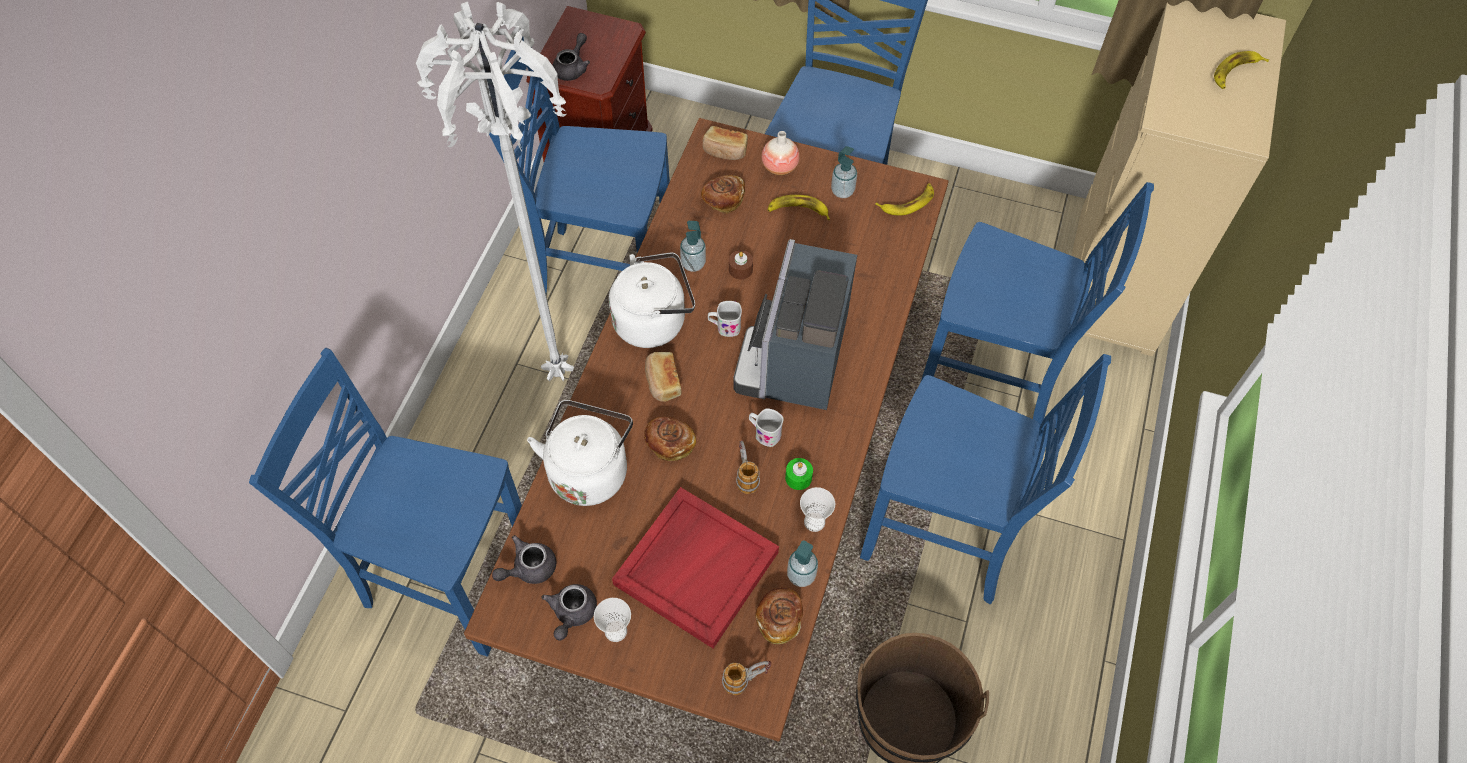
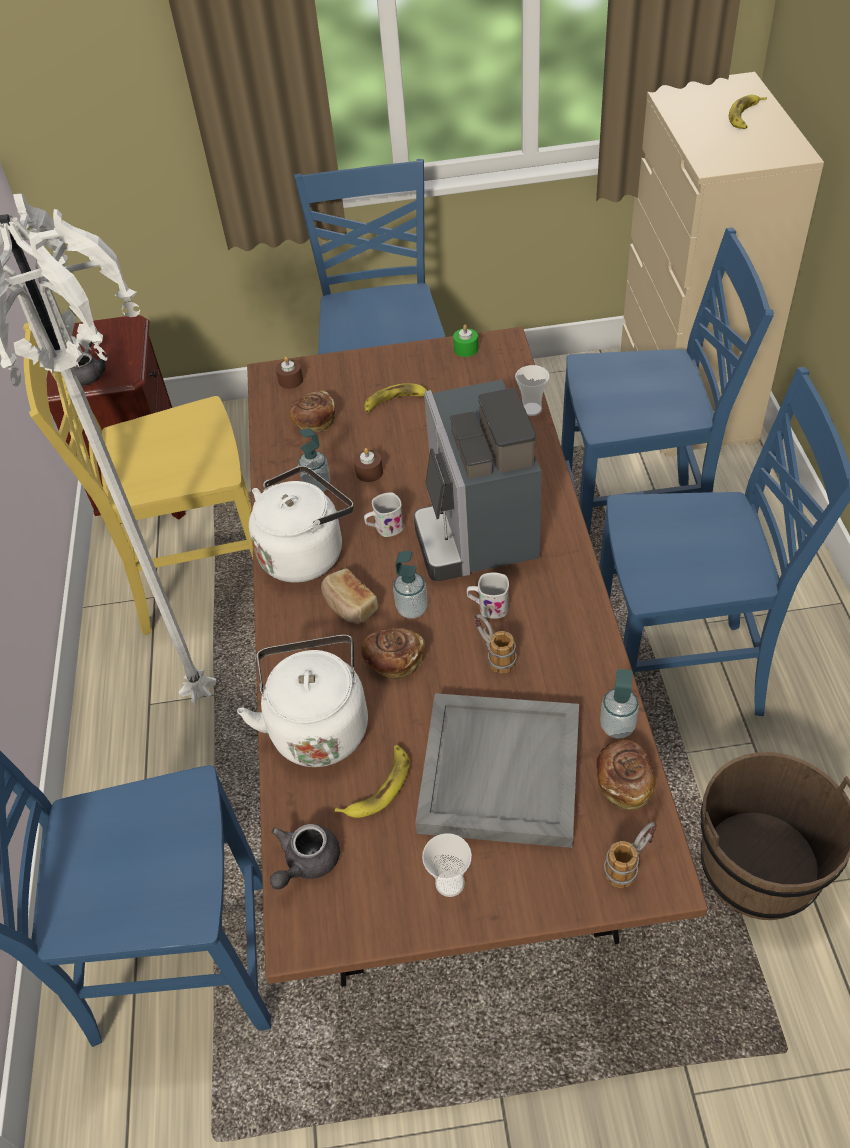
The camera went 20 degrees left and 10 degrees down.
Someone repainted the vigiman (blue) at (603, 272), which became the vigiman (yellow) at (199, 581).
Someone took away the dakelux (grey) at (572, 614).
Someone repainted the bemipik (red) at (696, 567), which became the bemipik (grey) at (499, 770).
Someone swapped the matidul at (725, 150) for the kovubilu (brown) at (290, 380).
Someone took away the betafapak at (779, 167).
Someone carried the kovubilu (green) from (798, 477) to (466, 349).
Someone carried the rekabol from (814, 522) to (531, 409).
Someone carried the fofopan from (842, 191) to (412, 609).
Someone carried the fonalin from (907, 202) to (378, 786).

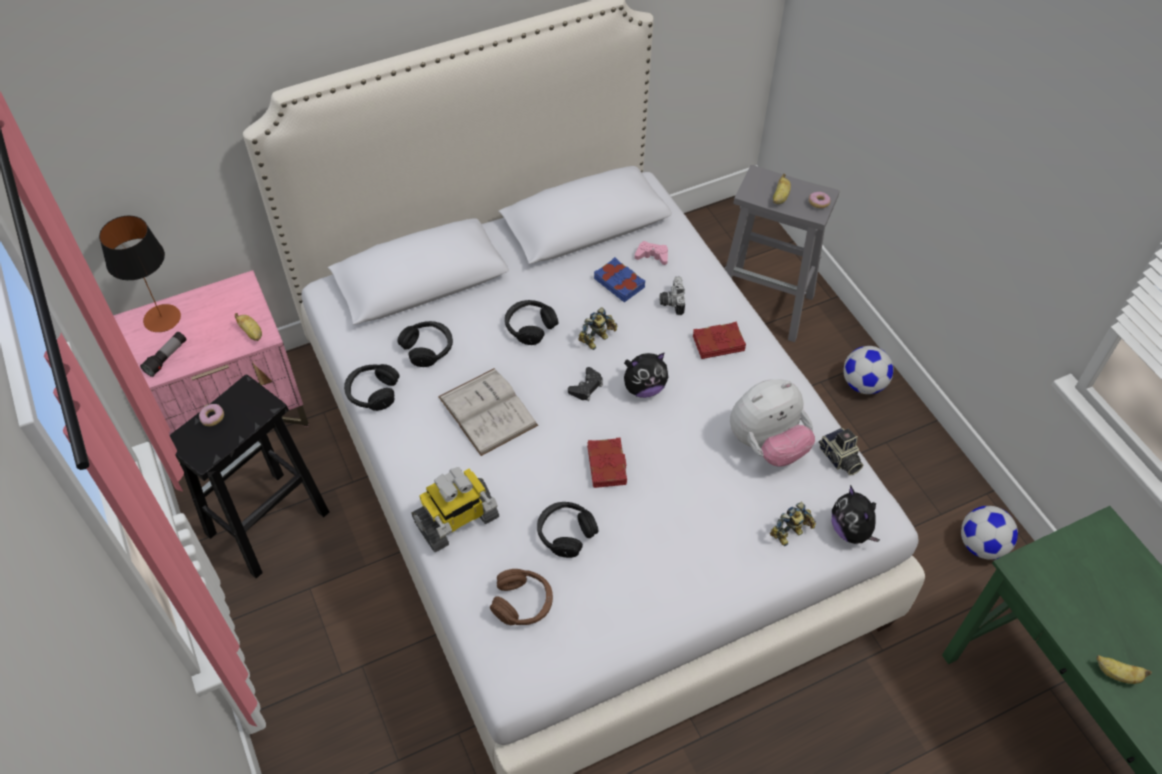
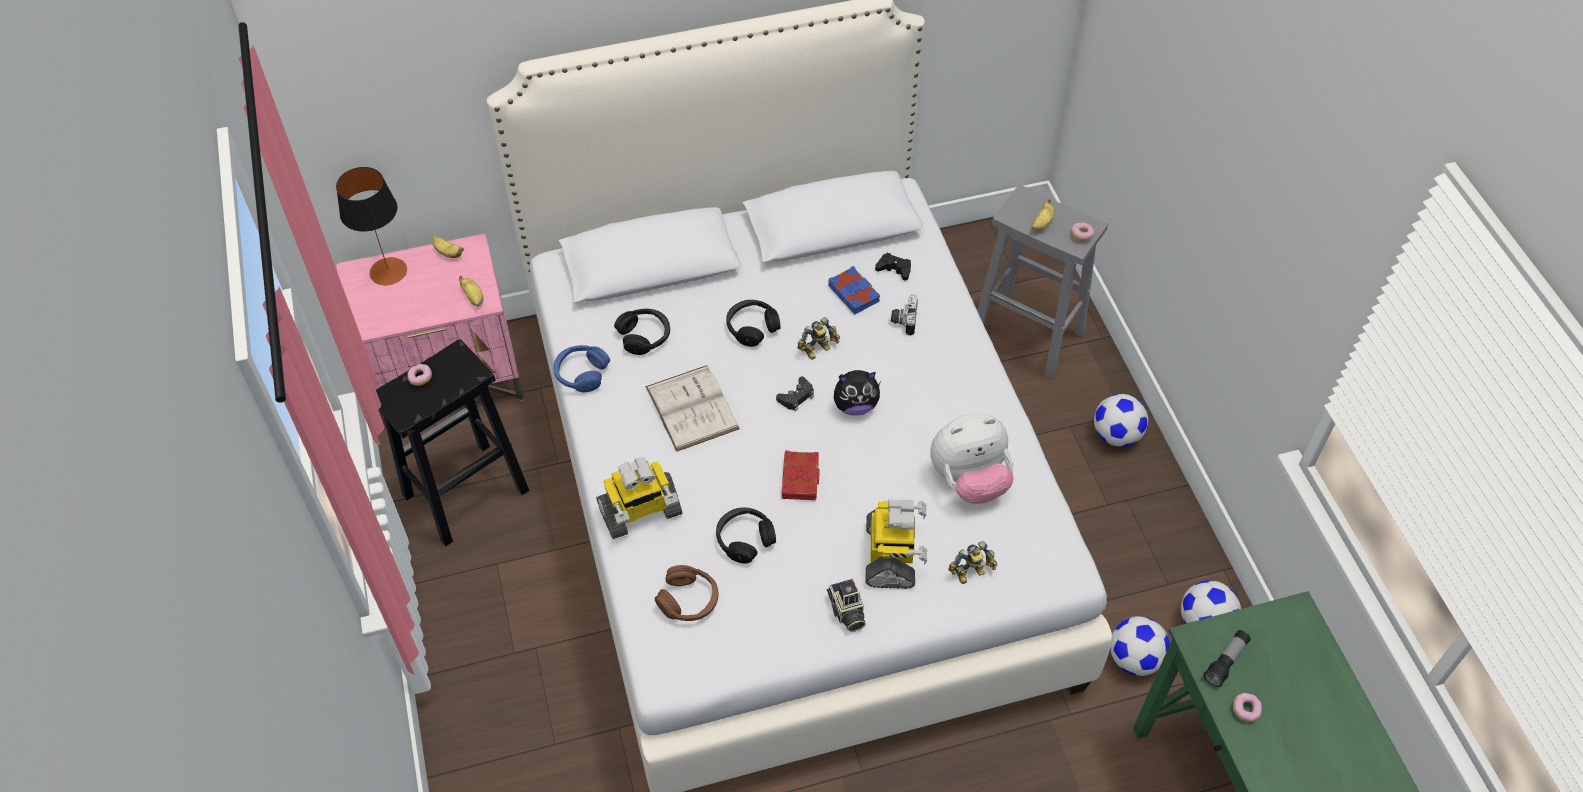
The camera went 10 degrees right and 0 degrees up.
Someone carried the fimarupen from (166, 358) to (1225, 662).
Someone repainted the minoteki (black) at (372, 392), which became the minoteki (blue) at (581, 373).
Someone repainted the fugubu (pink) at (652, 256), which became the fugubu (black) at (894, 269).
Someone took away the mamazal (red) at (718, 343).
Someone carried the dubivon from (839, 459) to (846, 612).
Someone took away the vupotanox at (851, 530).
Someone carried the fonalin from (1116, 674) to (448, 253).
Someone put down the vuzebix at (891, 556).
Someone put down the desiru at (1134, 659).
Someone put down the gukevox at (1245, 710).

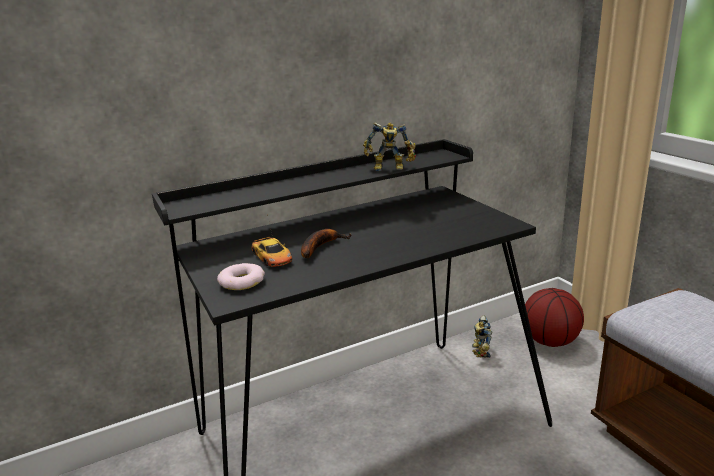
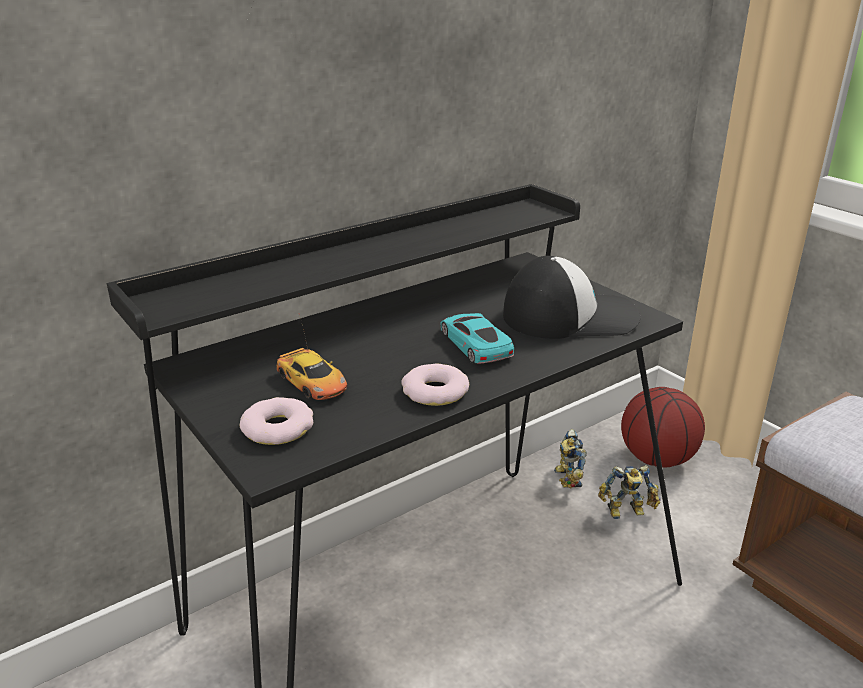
The camera went 10 degrees left and 5 degrees up.
Someone took away the fonalin at (320, 247).
Someone carried the vuzebix from (390, 168) to (627, 512).
Someone put down the gukevox at (435, 392).
Someone put down the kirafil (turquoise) at (475, 343).
Someone put down the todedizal at (570, 316).

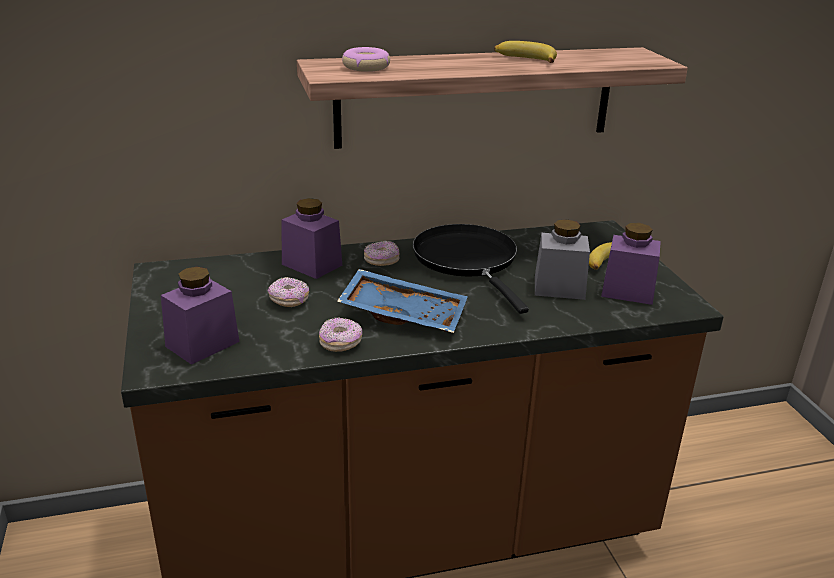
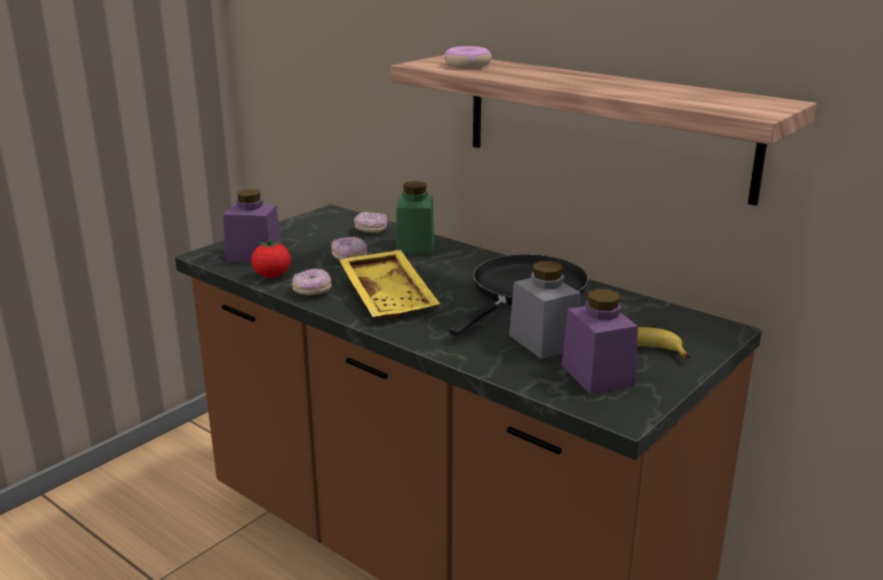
The camera went 55 degrees right and 5 degrees down.
Someone repainted the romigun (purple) at (312, 265), which became the romigun (green) at (415, 246).
Someone repainted the bemipik (blue) at (404, 313), which became the bemipik (yellow) at (390, 297).
Someone carried the gukevox from (382, 261) to (371, 230).
Someone took away the fonalin at (525, 59).
Someone put down the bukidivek at (272, 276).

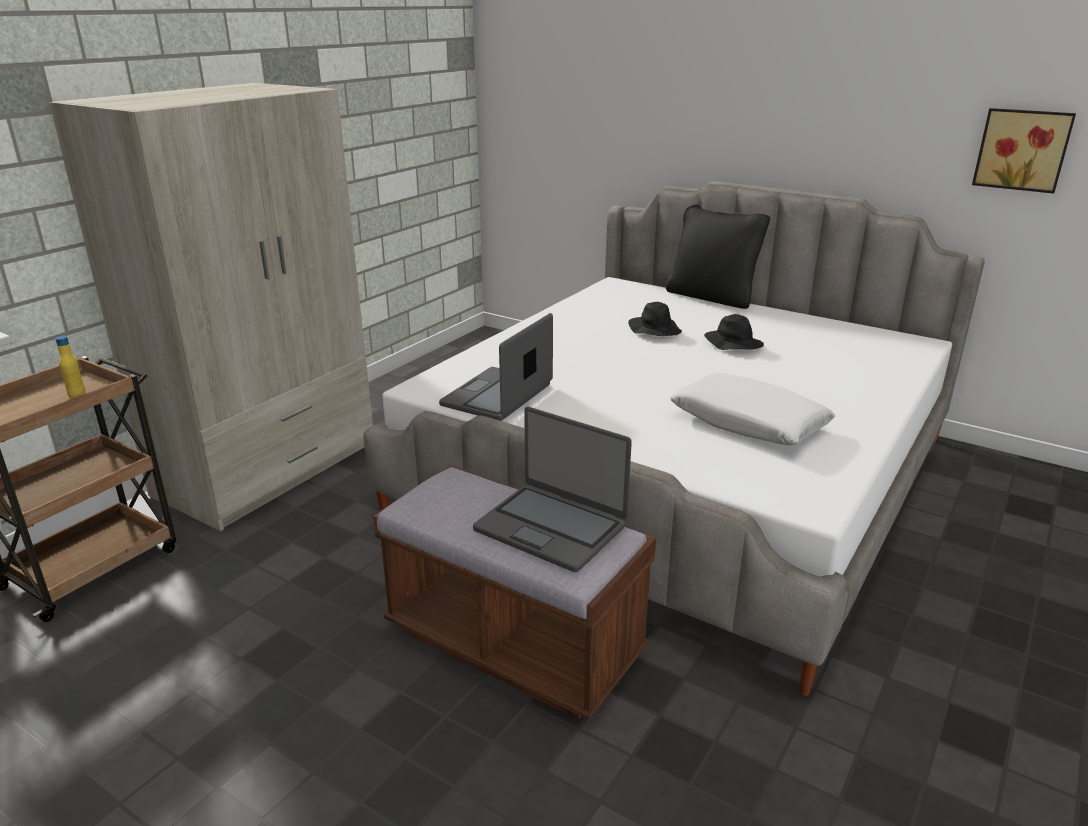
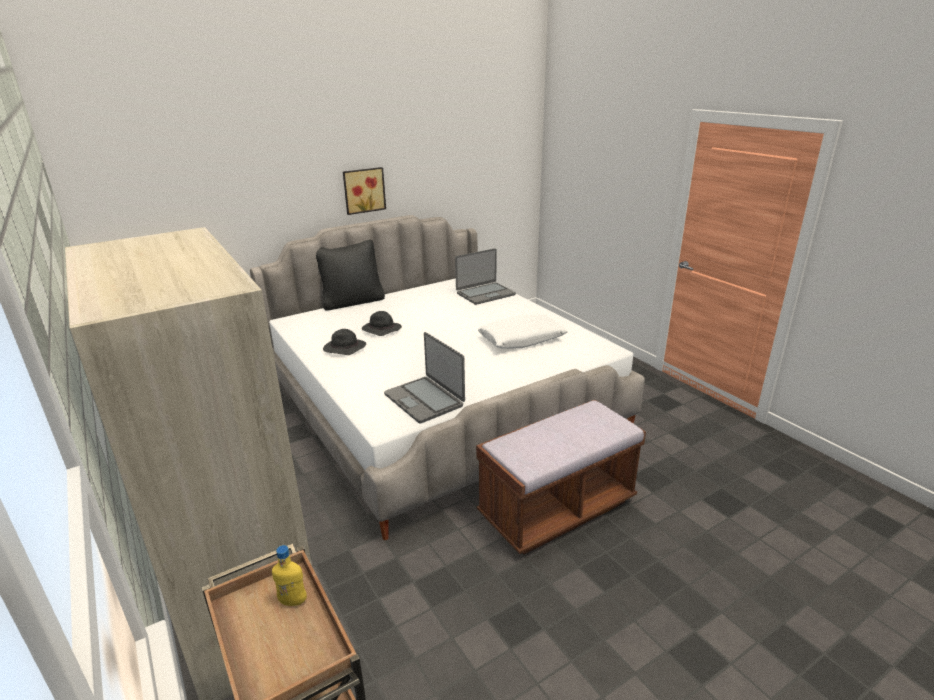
The camera went 65 degrees left and 0 degrees up.
Someone carried the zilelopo from (551, 527) to (485, 294).
Someone carried the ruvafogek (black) from (732, 344) to (344, 349).
Someone carried the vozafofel from (1022, 149) to (363, 190).

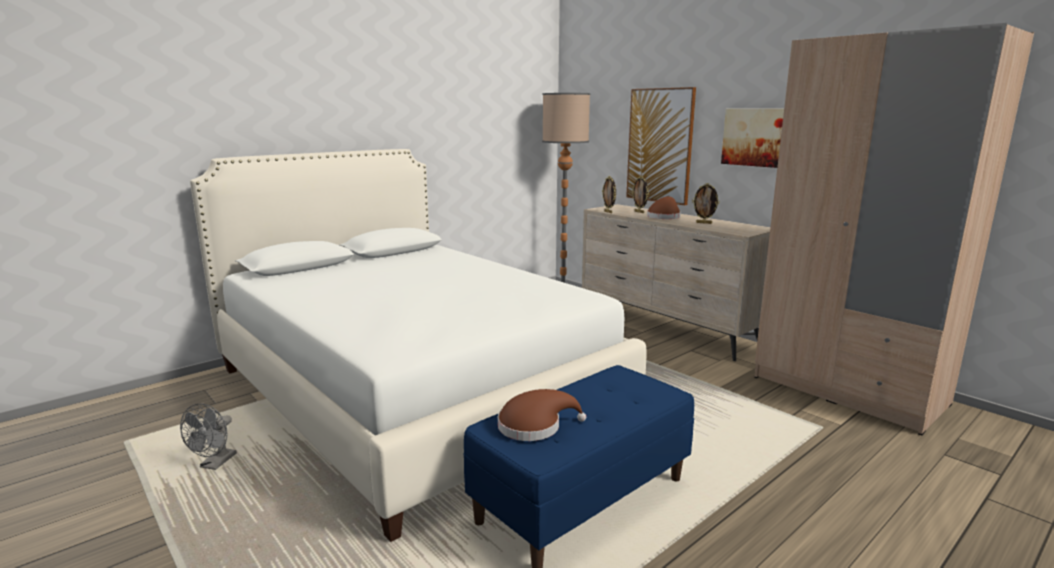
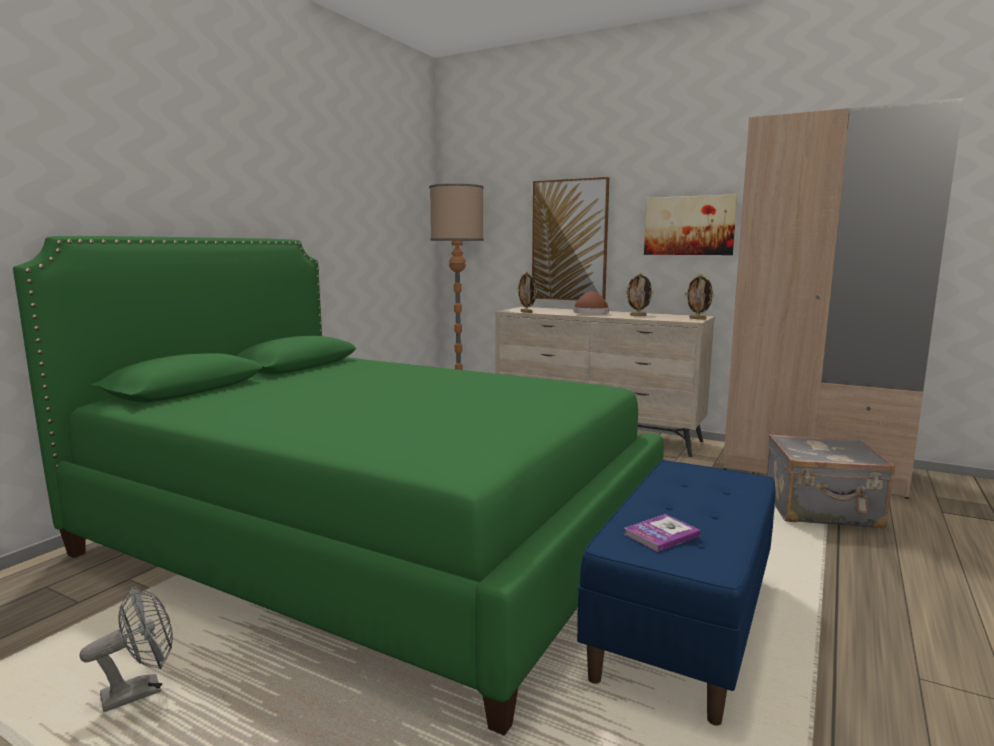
The camera went 20 degrees left and 5 degrees down.
Someone rotated the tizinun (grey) at (215, 464) by 120 degrees counterclockwise.
Someone repainted the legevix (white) at (414, 391), which became the legevix (green) at (373, 538).
Someone swapped the ruvafogek (brown) at (534, 426) for the mamazal at (661, 535).
Someone carried the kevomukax from (639, 212) to (698, 319).
Someone put down the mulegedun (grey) at (822, 511).

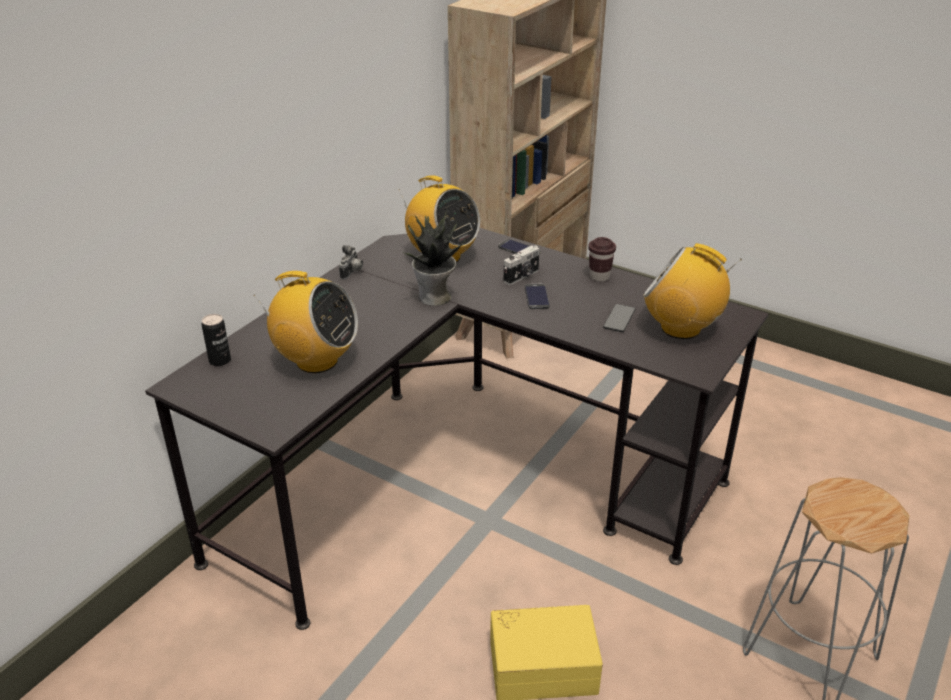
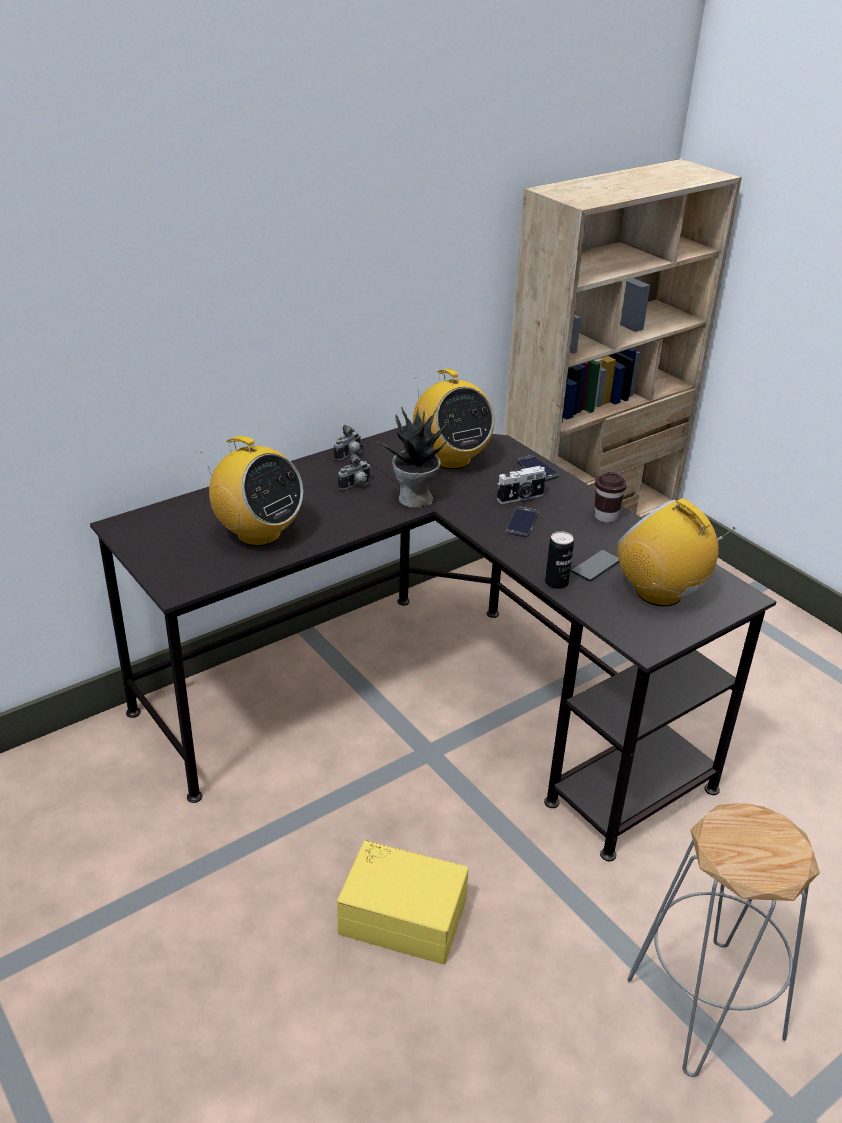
The camera went 20 degrees right and 0 degrees up.
Someone carried the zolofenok from (220, 361) to (556, 583).
Someone put down the dubivon at (356, 485).

